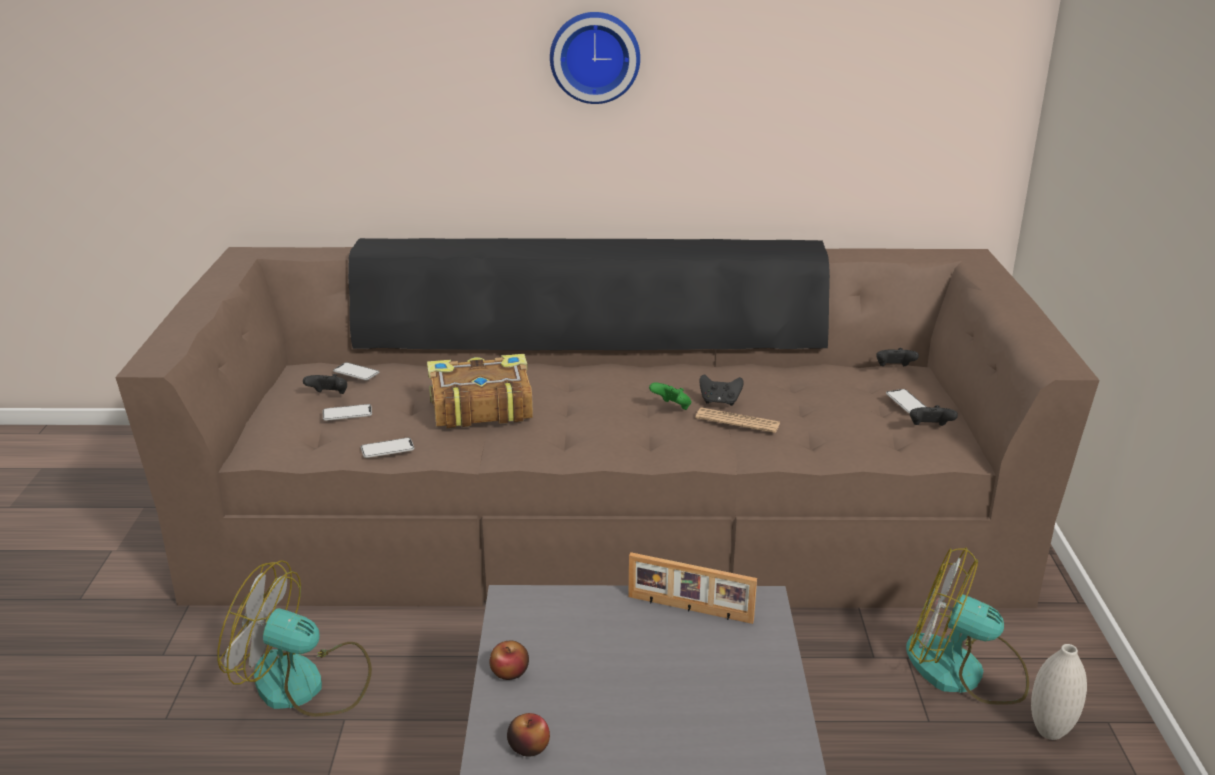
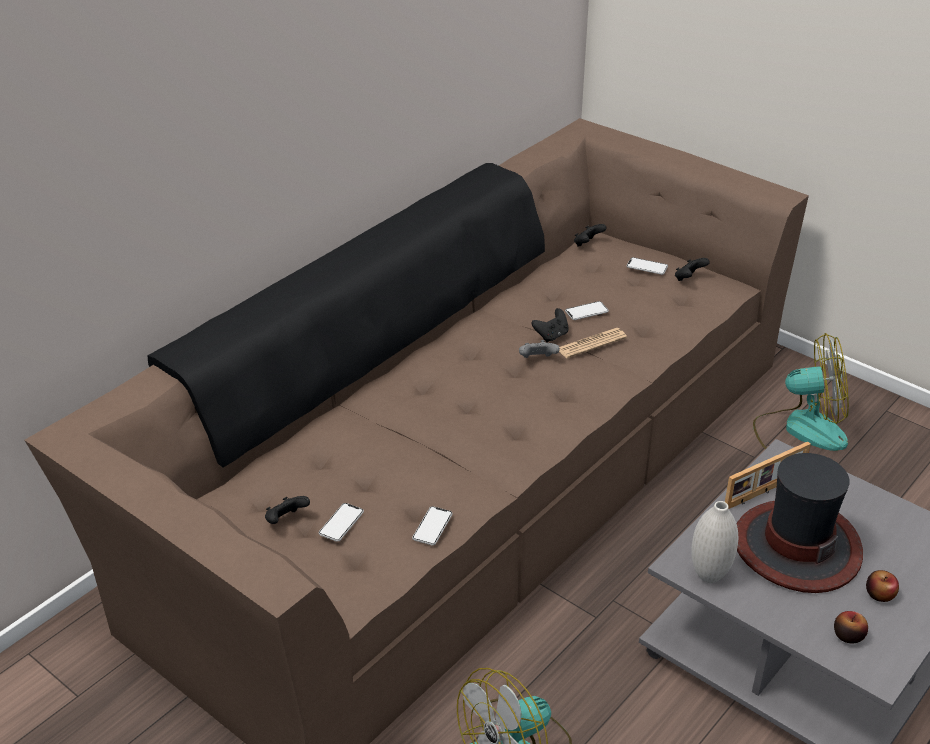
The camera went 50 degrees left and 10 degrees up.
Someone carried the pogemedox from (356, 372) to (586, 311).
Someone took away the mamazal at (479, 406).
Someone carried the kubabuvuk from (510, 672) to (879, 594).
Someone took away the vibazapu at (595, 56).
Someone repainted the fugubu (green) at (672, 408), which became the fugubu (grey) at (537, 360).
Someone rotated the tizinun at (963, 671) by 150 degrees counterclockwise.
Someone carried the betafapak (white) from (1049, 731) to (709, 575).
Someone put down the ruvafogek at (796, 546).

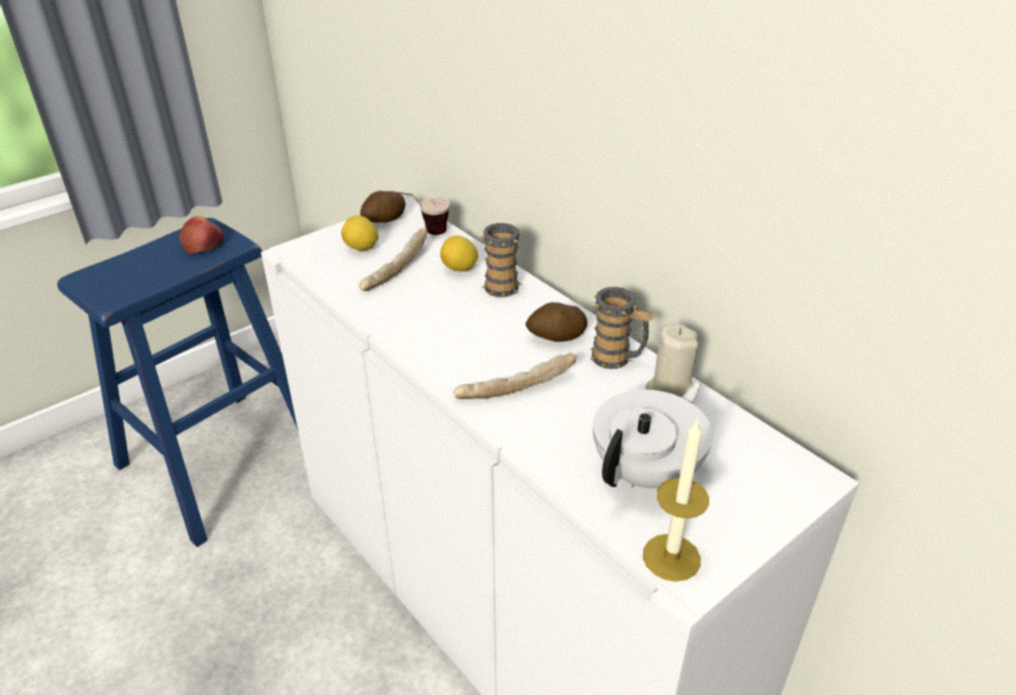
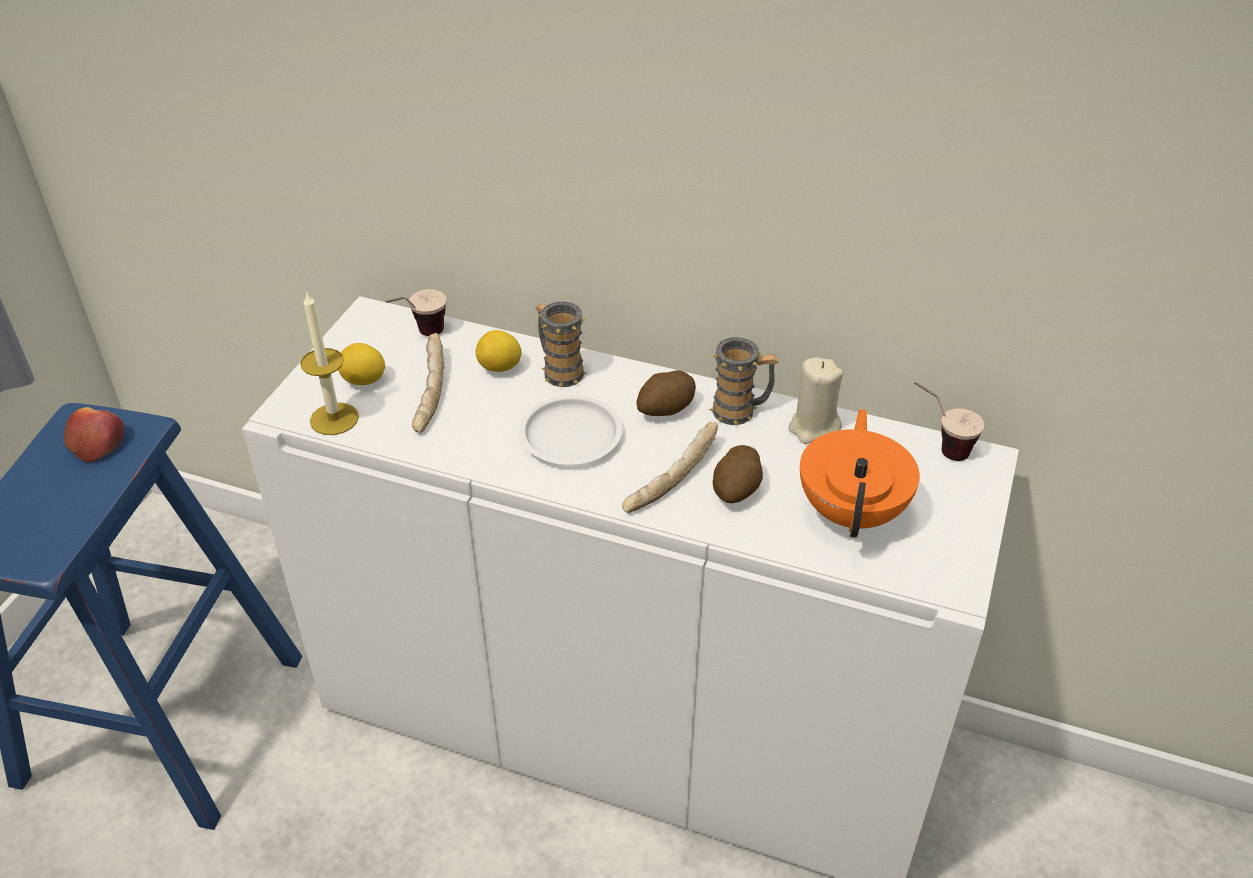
The camera went 30 degrees left and 5 degrees up.
Someone carried the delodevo from (384, 220) to (736, 490).
Someone repainted the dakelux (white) at (648, 471), which became the dakelux (orange) at (853, 511).
Someone carried the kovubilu from (671, 557) to (334, 419).
Someone put down the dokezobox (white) at (570, 436).
Someone put down the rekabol at (938, 446).

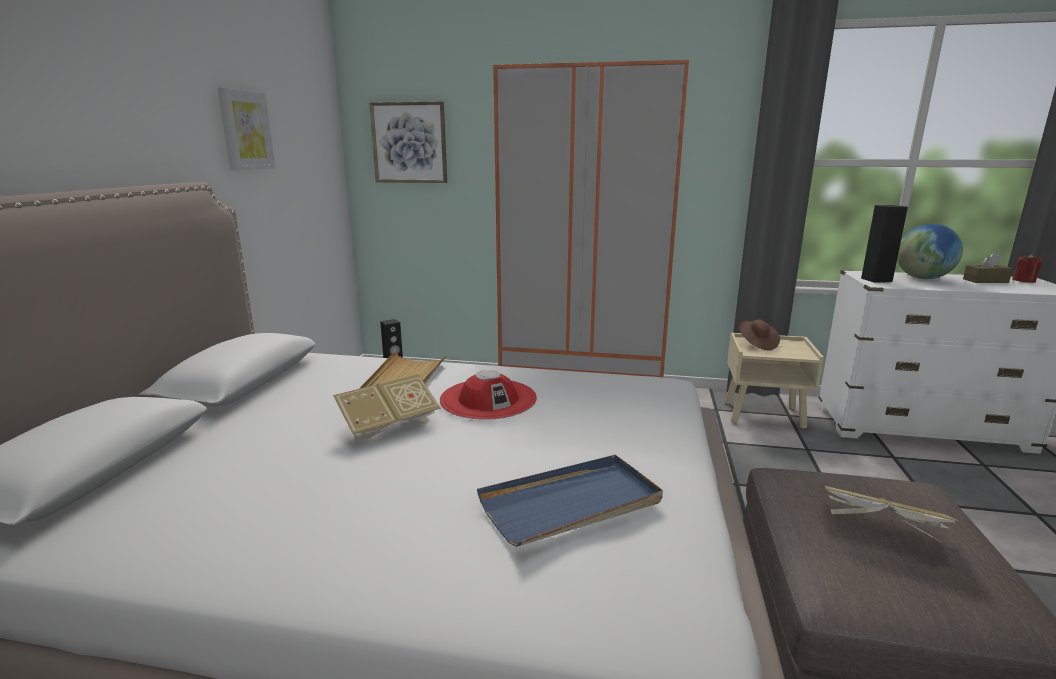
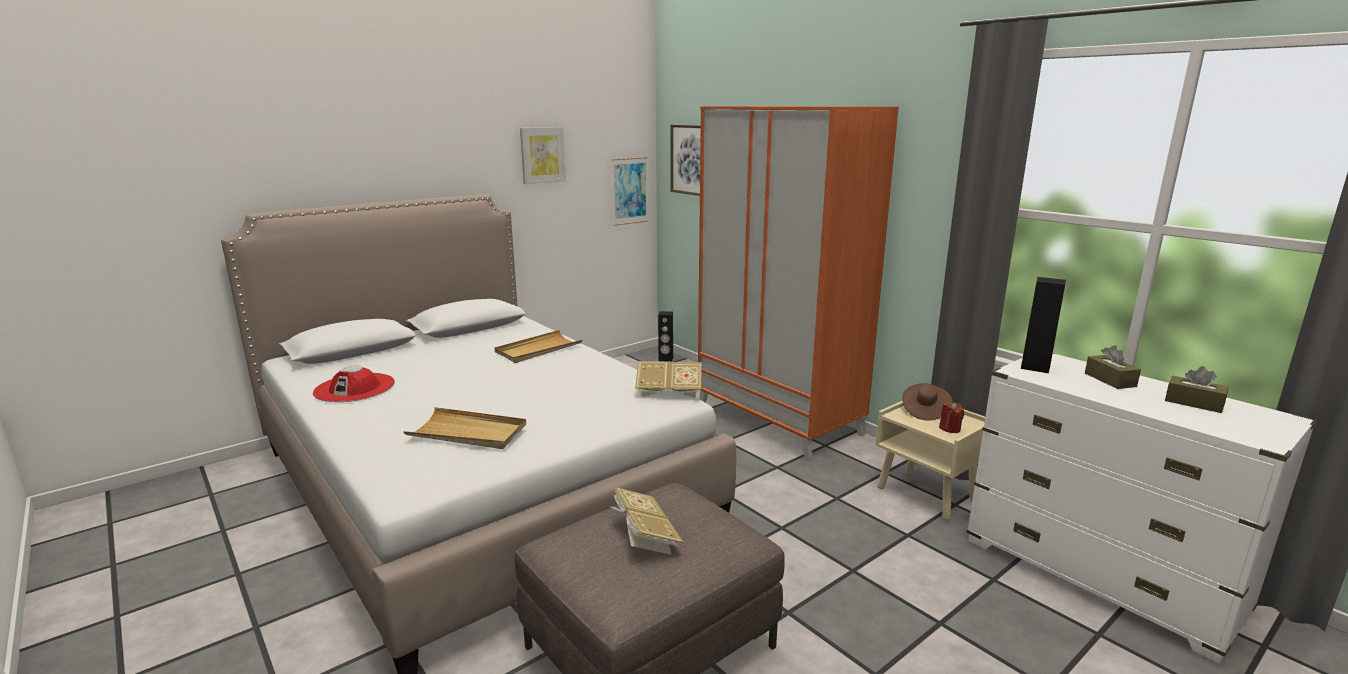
The camera went 40 degrees right and 0 degrees up.
Someone carried the mamazal from (388, 426) to (669, 392).
Someone carried the ruvafogek (red) from (488, 399) to (355, 388).
Someone repainted the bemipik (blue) at (572, 504), which became the bemipik (beige) at (468, 433).
Someone swapped the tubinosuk at (923, 278) for the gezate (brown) at (1110, 380).
Someone carried the kovubilu (red) from (1023, 281) to (950, 428).
Someone put up the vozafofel at (630, 191).

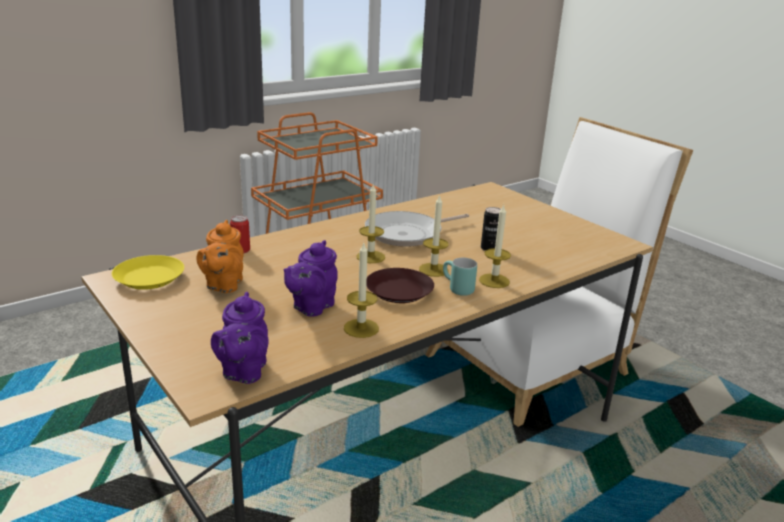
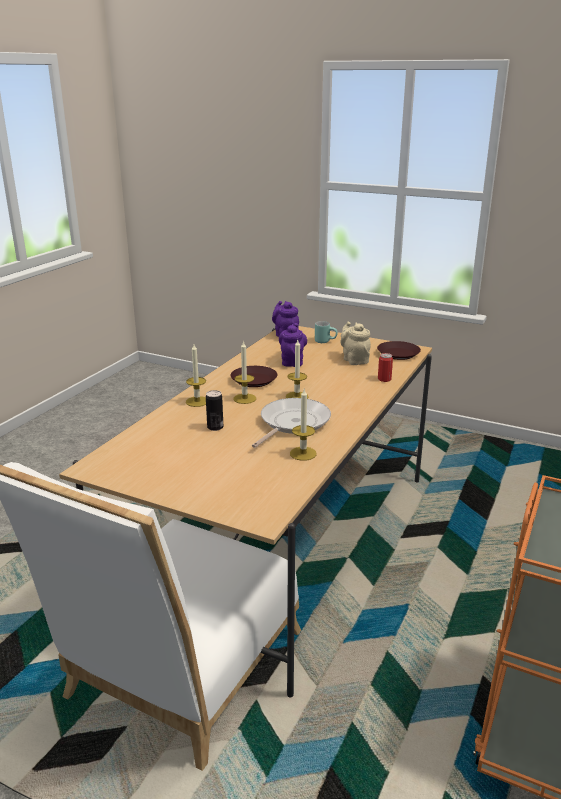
The camera went 155 degrees right and 0 degrees up.
Someone repainted the dokezobox (yellow) at (149, 277), which became the dokezobox (brown) at (398, 354).
Someone repainted the dakelux (orange) at (223, 285), which became the dakelux (beige) at (354, 360).
Someone carried the kovubilu from (361, 328) to (303, 453).
Someone carried the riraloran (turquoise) from (456, 289) to (325, 341).

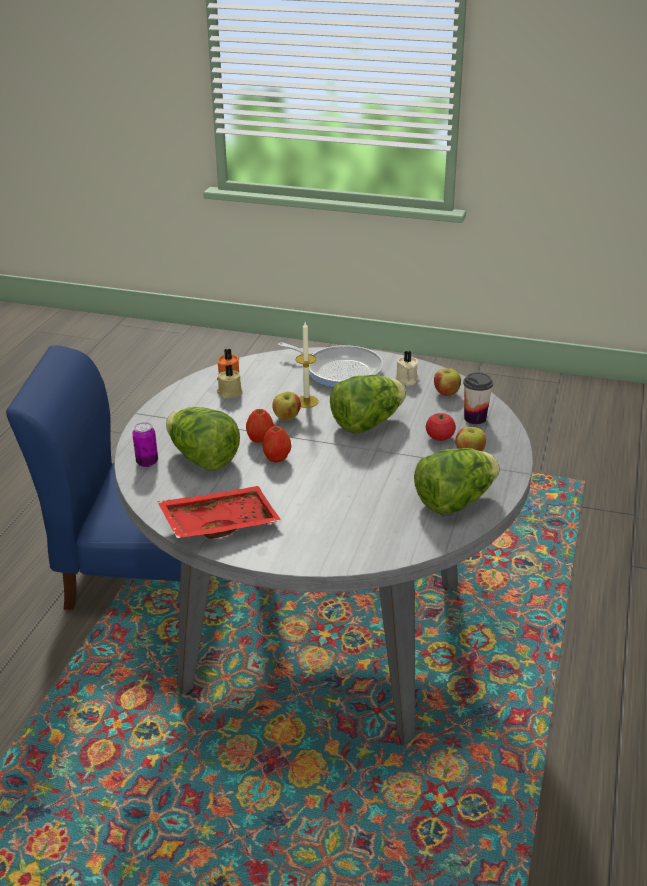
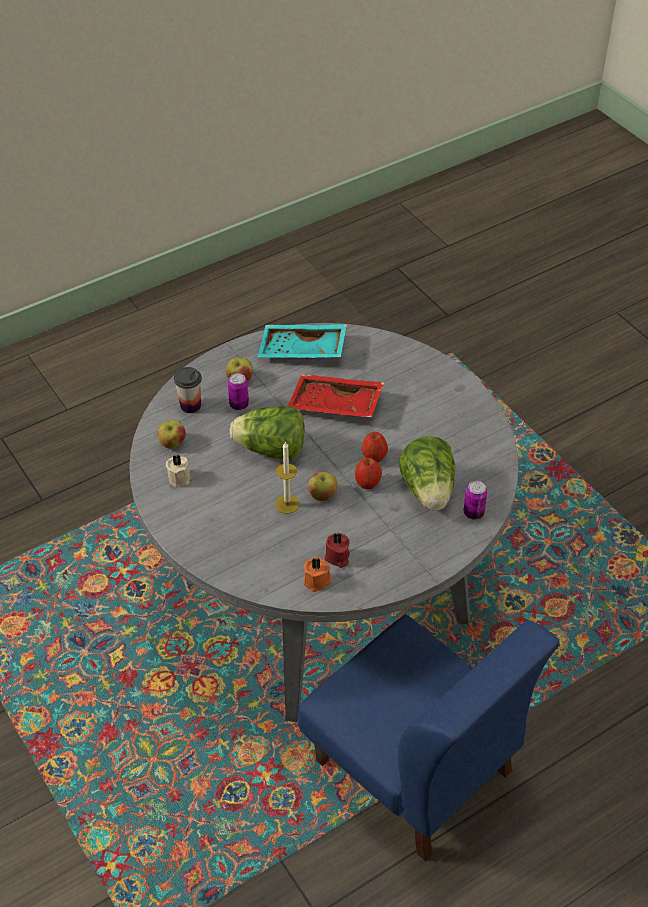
The camera went 140 degrees left and 15 degrees up.
Someone carried the bemipik (red) from (219, 523) to (335, 406).
Someone repainted the kovubilu (beige) at (229, 393), which became the kovubilu (red) at (337, 557).
Someone took away the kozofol at (340, 370).
Someone swapped the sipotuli at (455, 501) for the bemipik (turquoise) at (302, 351).
Someone swapped the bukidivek at (440, 437) for the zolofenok at (239, 405).

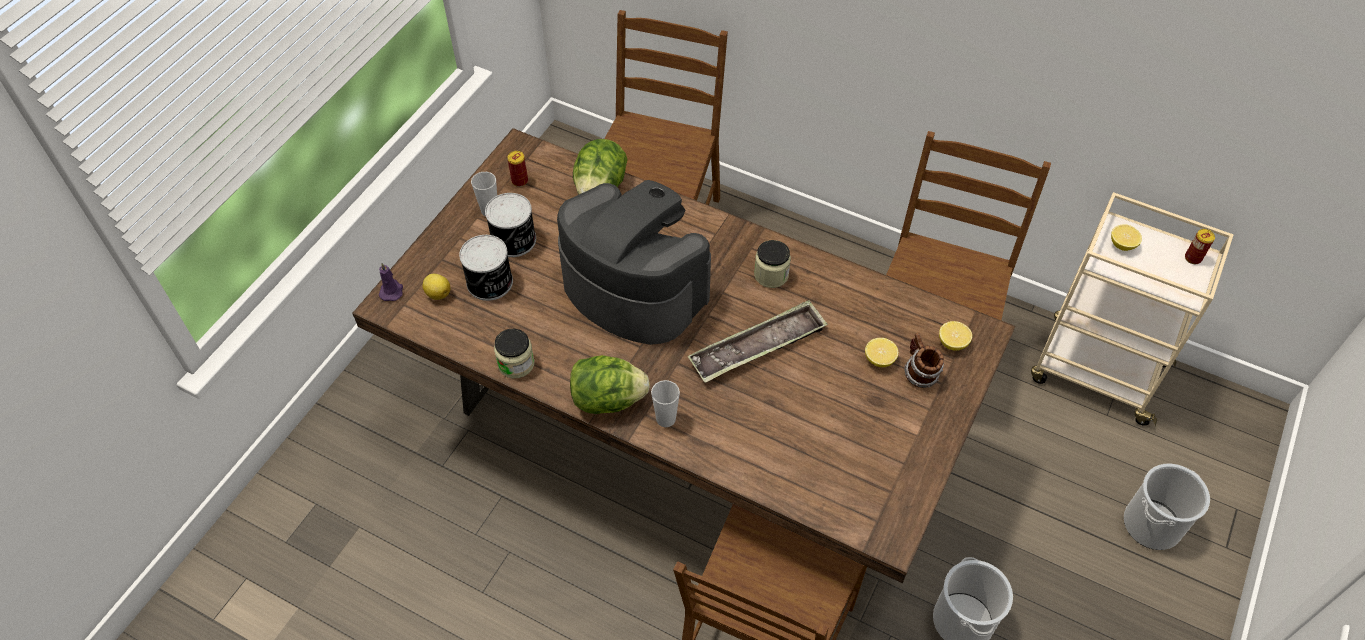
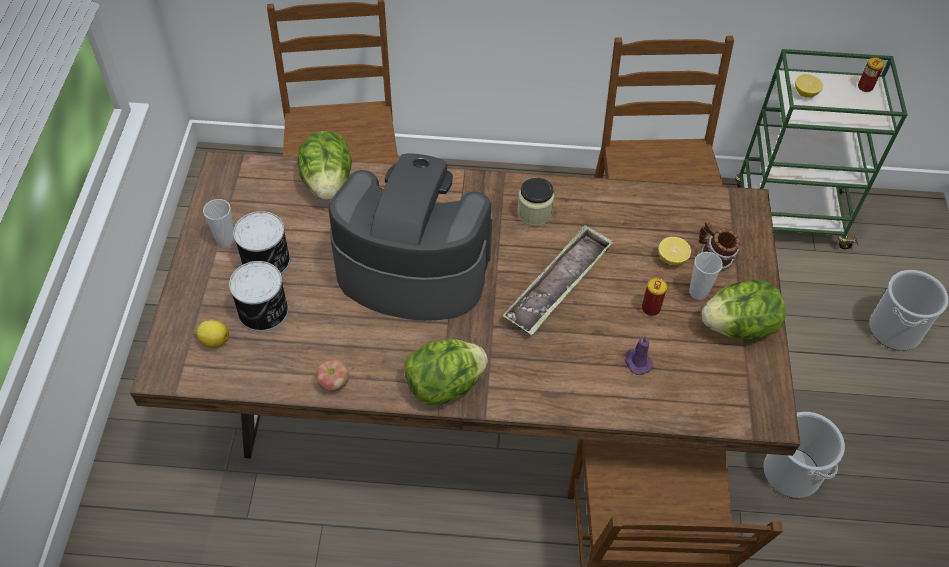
The camera went 25 degrees left and 0 degrees up.
Someone carried the kovubilu (purple) from (391, 291) to (637, 362).
Someone swapped the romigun at (516, 364) for the kubabuvuk at (334, 383).
Someone carried the zolofenok from (519, 181) to (650, 308).
Someone carried the rekabol from (666, 419) to (698, 292).
Someone took away the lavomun at (952, 343).
Someone repainted the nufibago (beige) at (1095, 371), which became the nufibago (green) at (788, 217).
Someone put down the sipotuli at (738, 327).

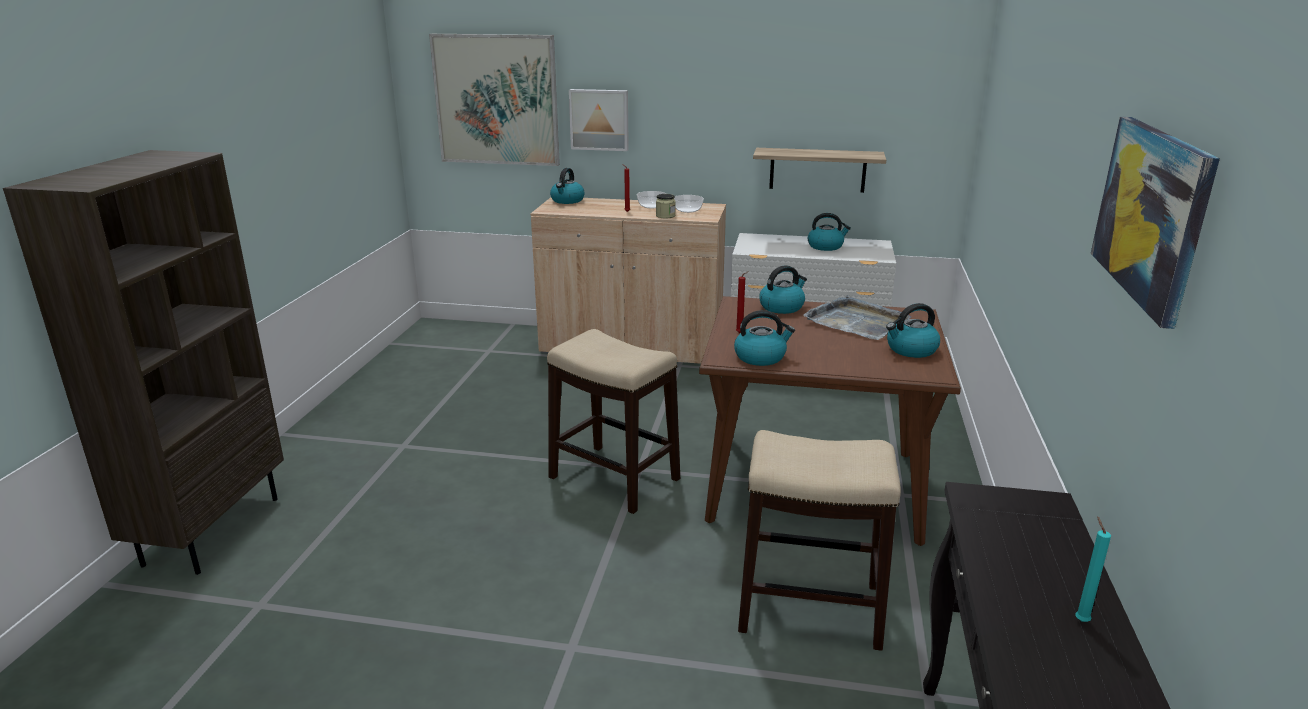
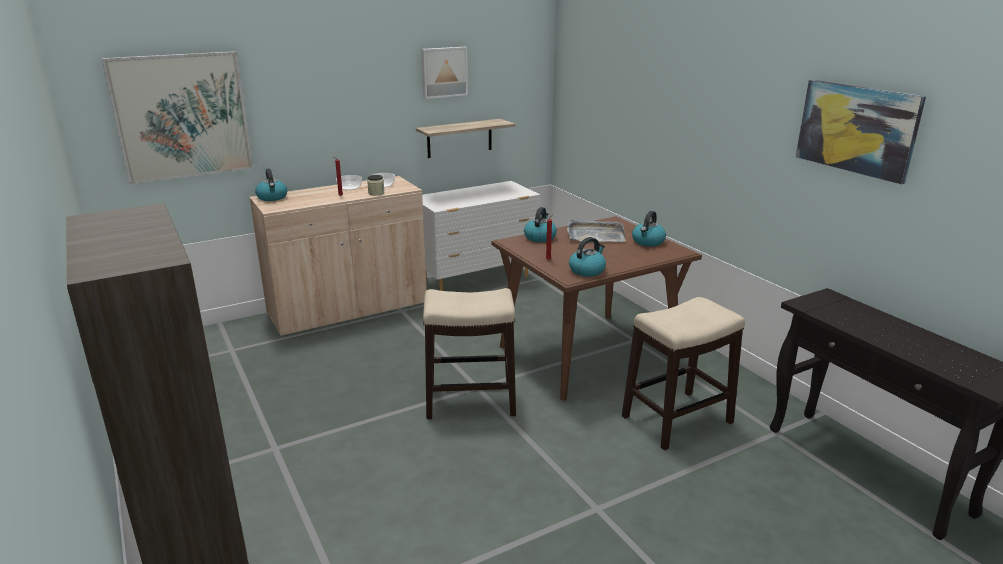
The camera went 40 degrees left and 0 degrees up.
Someone carried the vozafofel from (599, 119) to (443, 72).
Someone took away the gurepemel at (826, 246).
Someone took away the kovubilu (turquoise) at (1080, 619).

